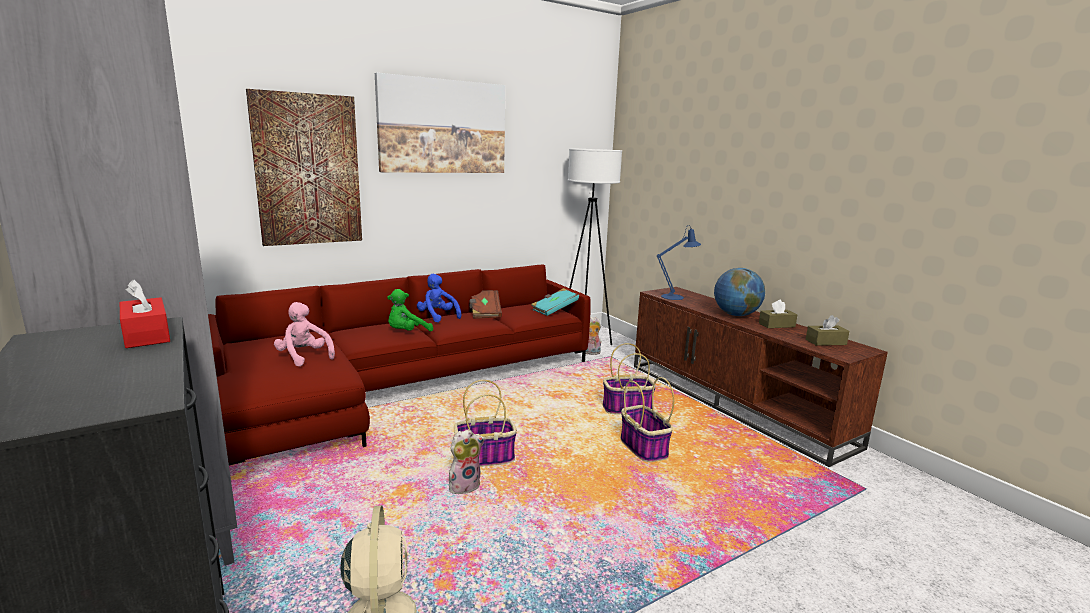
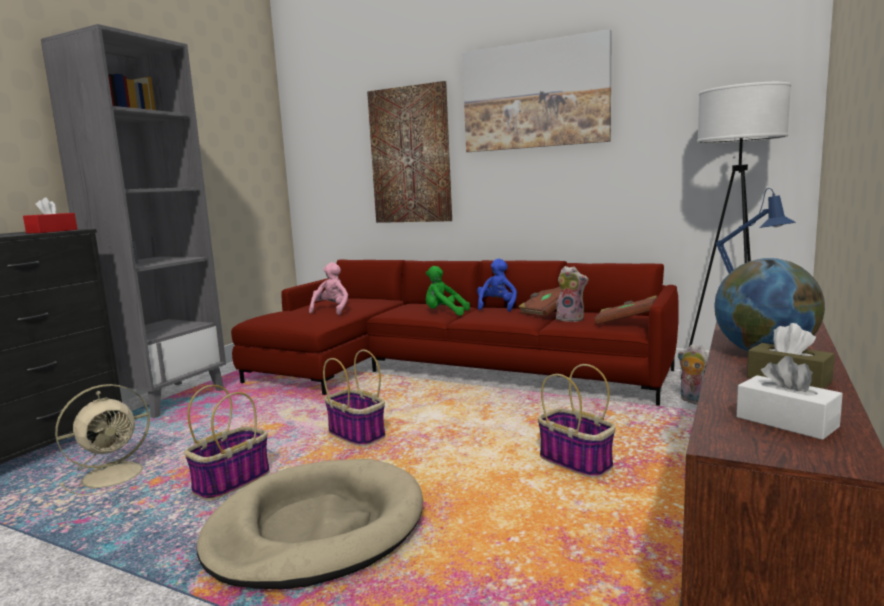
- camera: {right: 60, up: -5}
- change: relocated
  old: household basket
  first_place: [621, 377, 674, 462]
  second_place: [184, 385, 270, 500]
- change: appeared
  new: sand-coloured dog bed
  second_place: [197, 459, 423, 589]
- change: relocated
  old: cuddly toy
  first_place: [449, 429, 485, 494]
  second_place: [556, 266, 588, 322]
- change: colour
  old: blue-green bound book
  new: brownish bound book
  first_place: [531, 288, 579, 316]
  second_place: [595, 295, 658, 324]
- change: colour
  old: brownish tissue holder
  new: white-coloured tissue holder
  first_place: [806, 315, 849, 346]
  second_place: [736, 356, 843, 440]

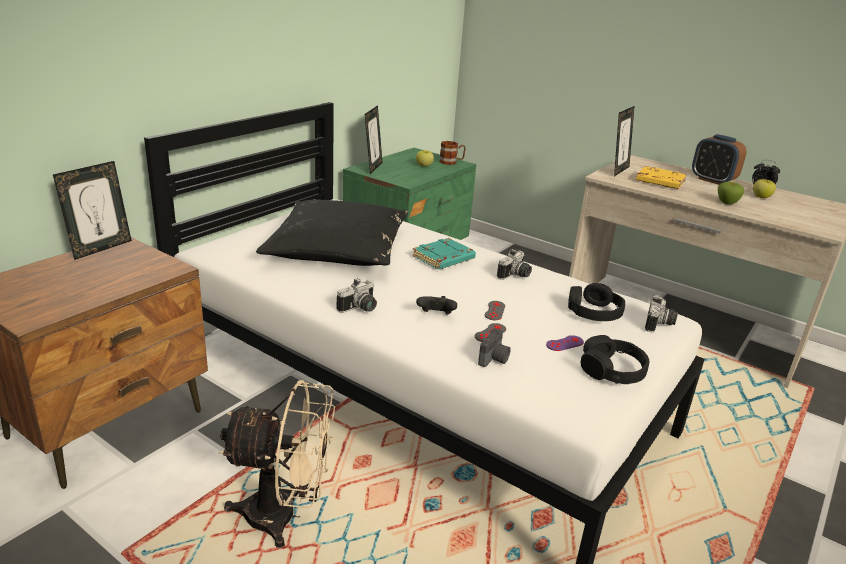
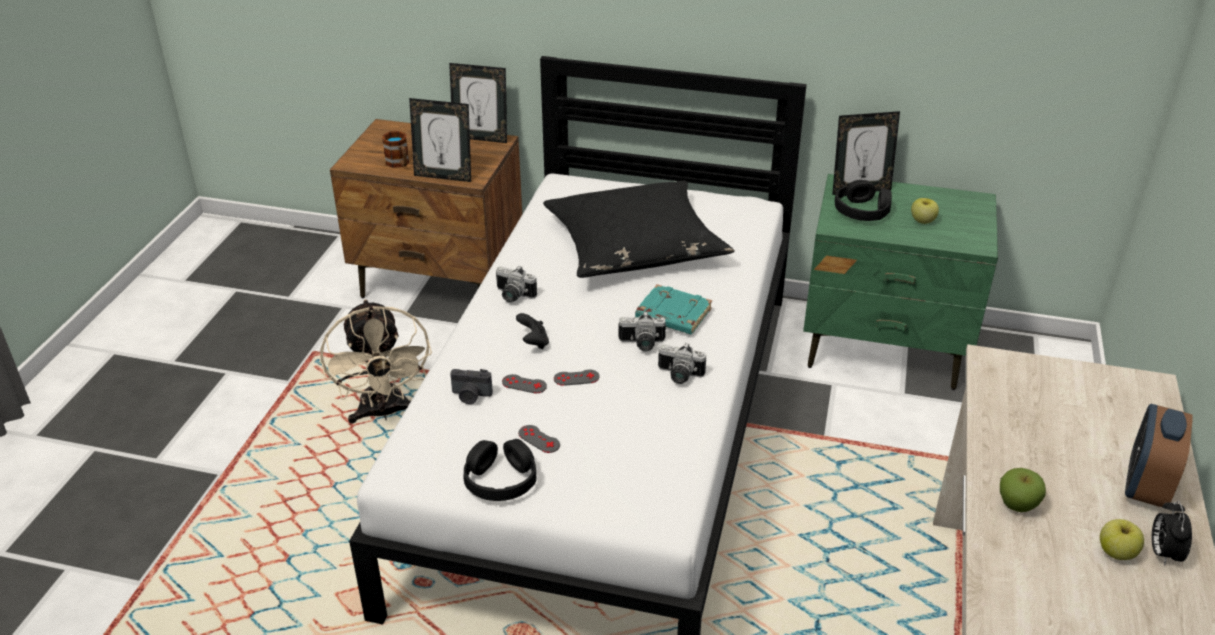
- camera: {right: 70, up: 10}
- change: relocated
  old: mug
  first_place: [440, 141, 466, 165]
  second_place: [382, 131, 409, 168]
- change: relocated
  old: photo frame
  first_place: [614, 106, 634, 176]
  second_place: [409, 98, 471, 182]
- change: colour
  old: purple game controller
  new: grey game controller
  first_place: [546, 335, 584, 351]
  second_place: [518, 425, 560, 453]
- change: relocated
  old: still camera
  first_place: [645, 295, 678, 332]
  second_place: [618, 311, 666, 352]
- change: relocated
  old: black-coloured headset
  first_place: [568, 283, 625, 321]
  second_place: [835, 180, 892, 221]
- change: missing
  old: yellow bound book
  first_place: [636, 166, 687, 189]

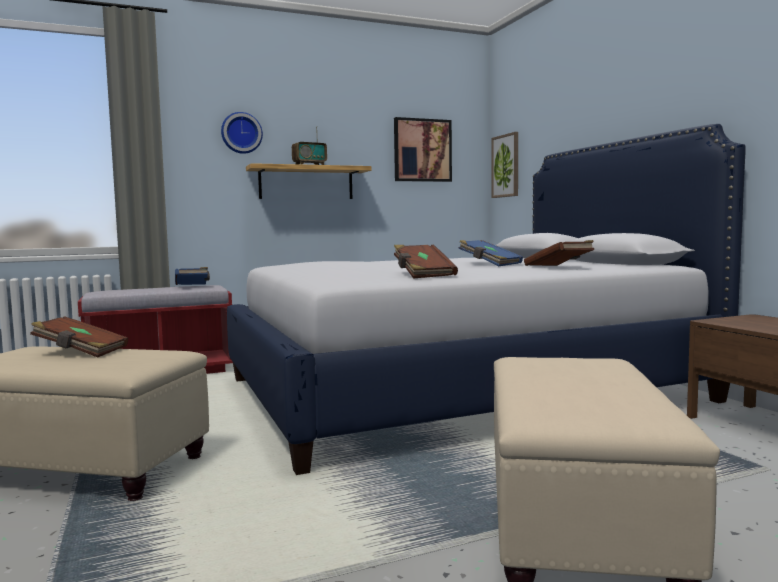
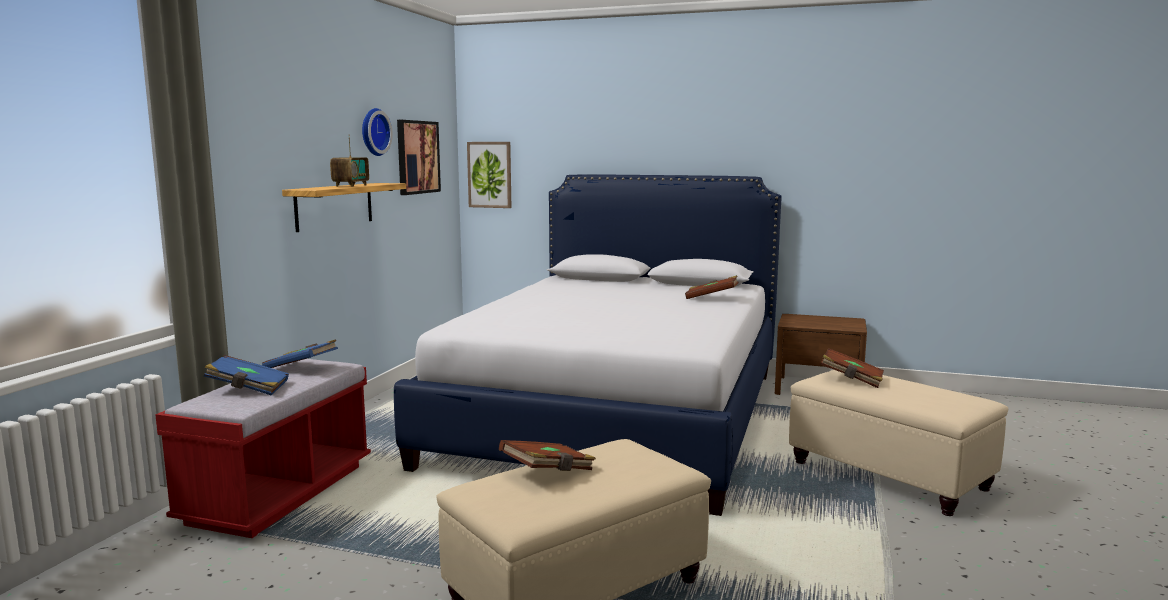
- camera: {right: -50, up: 5}
- change: relocated
  old: bluish bound book
  first_place: [458, 240, 523, 266]
  second_place: [204, 355, 289, 395]
- change: relocated
  old: hanging clock
  first_place: [221, 112, 263, 154]
  second_place: [362, 108, 393, 156]
- change: relocated
  old: brownish bound book
  first_place: [394, 245, 458, 279]
  second_place: [820, 348, 884, 388]

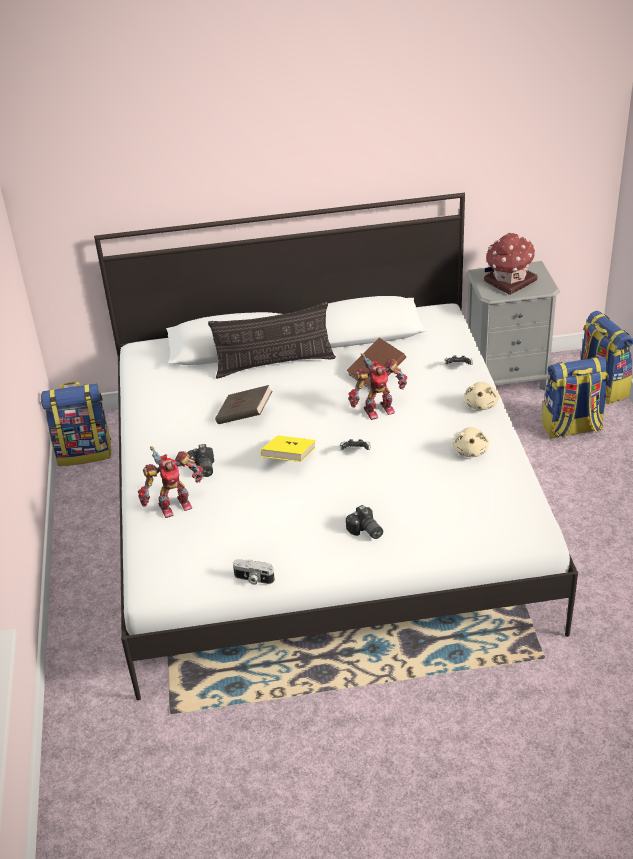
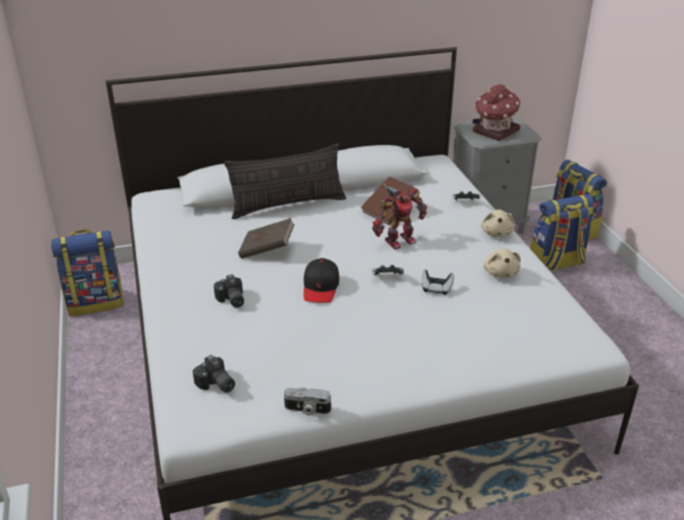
- camera: {right: -10, up: -5}
- change: relocated
  old: still camera
  first_place: [346, 505, 383, 539]
  second_place: [193, 355, 235, 393]
- change: exchanged
  old: yellow bound book
  new: black-coloured peaked cap
  first_place: [260, 435, 316, 462]
  second_place: [304, 258, 339, 303]
- change: appeared
  new: game controller
  second_place: [421, 270, 454, 295]
- change: missing
  old: robot figure
  first_place: [138, 446, 203, 518]

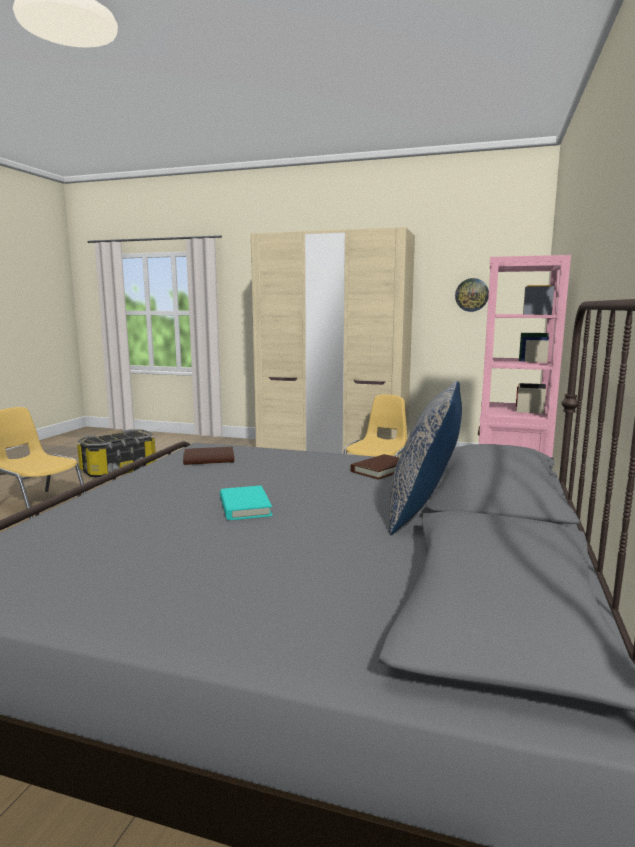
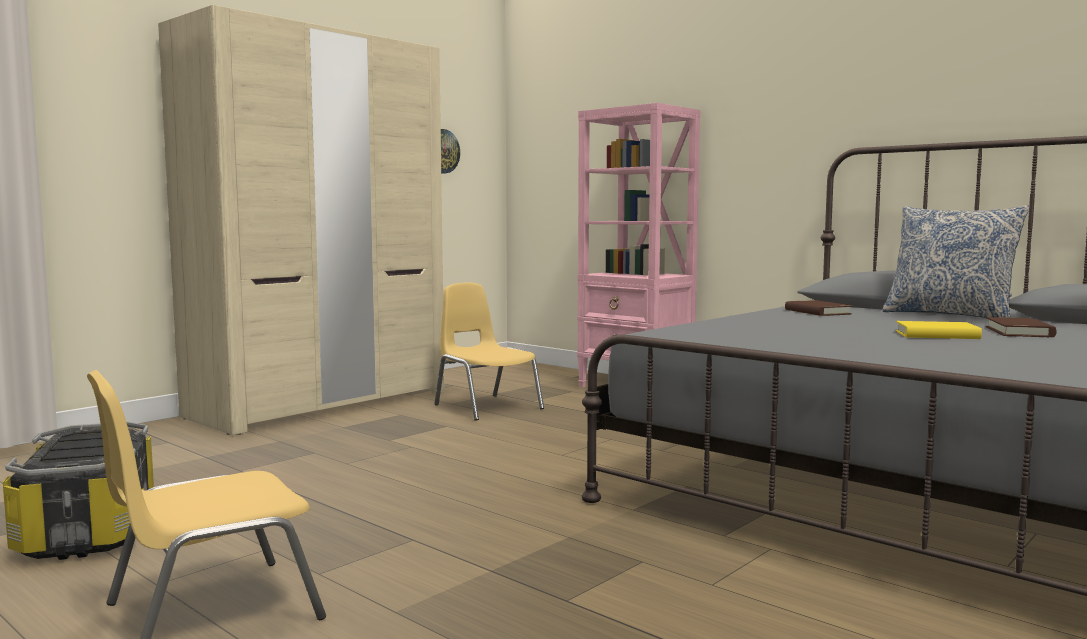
- camera: {right: -65, up: -5}
- change: colour
  old: blue-green bound book
  new: yellow bound book
  first_place: [220, 485, 272, 520]
  second_place: [896, 321, 982, 339]
- change: relocated
  old: brownish bound book
  first_place: [183, 447, 234, 465]
  second_place: [986, 317, 1057, 337]

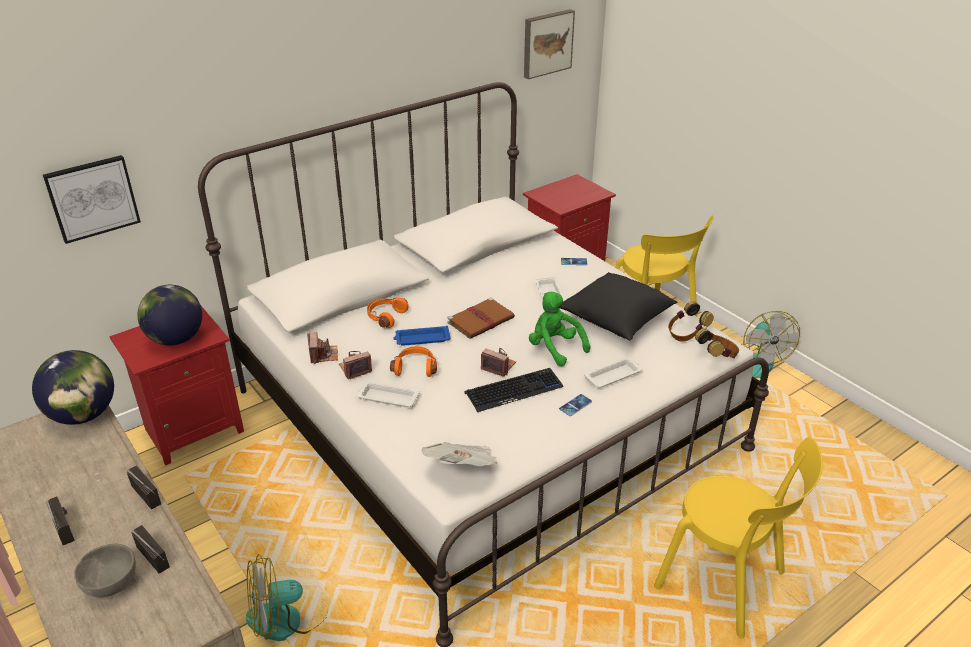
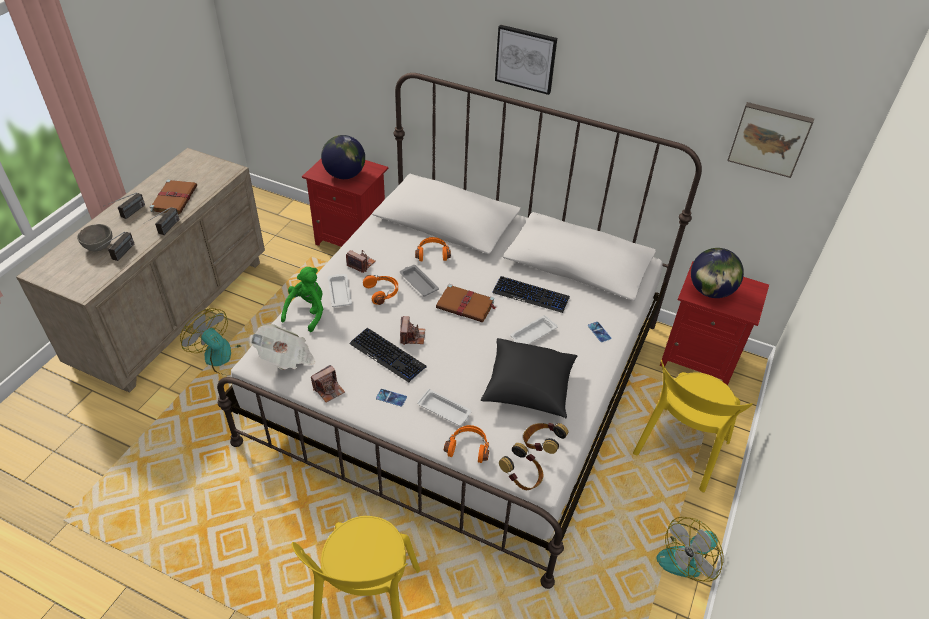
- camera: {right: 60, up: 10}
- change: appeared
  new: brownish bound book
  second_place: [150, 180, 197, 214]
- change: relocated
  old: green cuddly toy
  first_place: [529, 292, 590, 366]
  second_place: [281, 267, 323, 332]
- change: relocated
  old: still camera
  first_place: [307, 332, 338, 364]
  second_place: [311, 365, 345, 403]
- change: colour
  old: bluish carrying tray
  new: grey carrying tray
  first_place: [393, 326, 450, 346]
  second_place: [400, 265, 439, 297]
- change: appeared
  new: orangey headset
  second_place: [444, 425, 489, 463]
- change: appeared
  new: PC keyboard
  second_place: [492, 276, 570, 313]
- change: relocated
  old: wall art
  first_place: [43, 155, 141, 244]
  second_place: [495, 25, 557, 95]
- change: relocated
  old: world globe
  first_place: [32, 350, 114, 425]
  second_place: [691, 248, 744, 298]

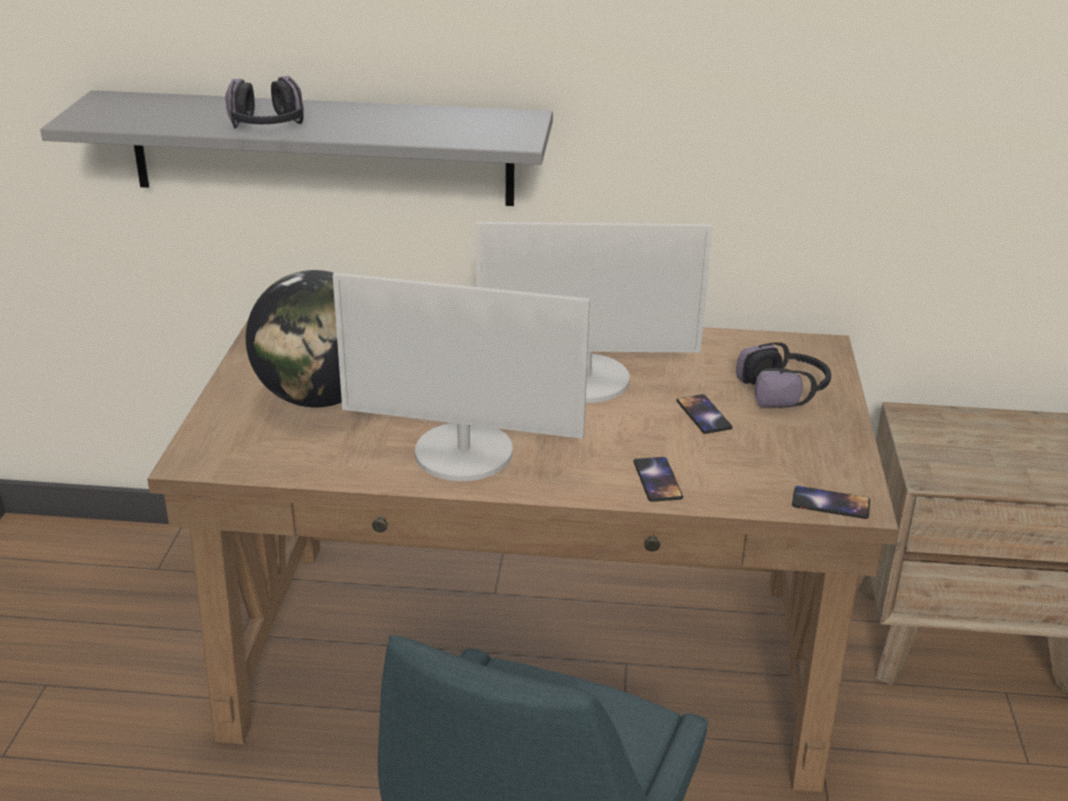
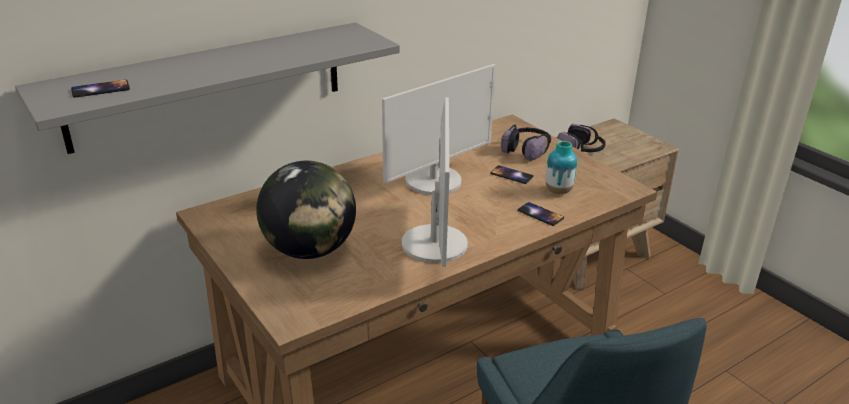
- camera: {right: -40, up: 0}
- change: relocated
  old: handset
  first_place: [792, 486, 870, 519]
  second_place: [71, 80, 130, 98]
- change: spun
  old: monitor
  first_place: [333, 273, 590, 481]
  second_place: [402, 97, 468, 267]
  degrees: -60
- change: appeared
  new: flower vase
  second_place: [546, 141, 577, 194]
- change: relocated
  old: headset
  first_place: [225, 76, 304, 129]
  second_place: [557, 124, 606, 152]

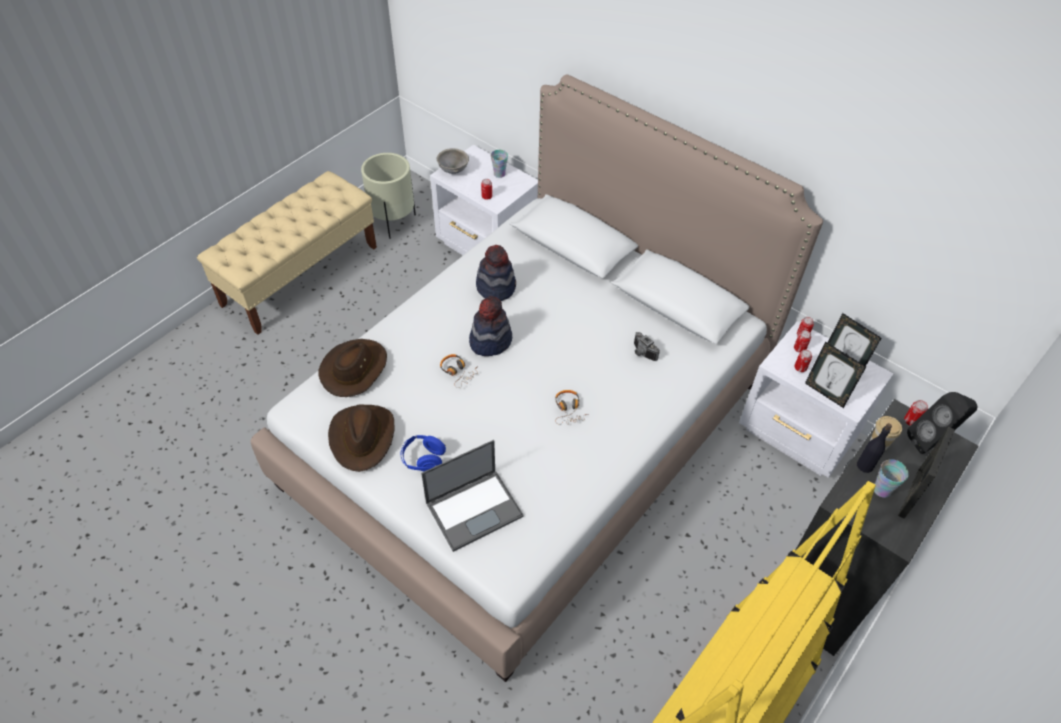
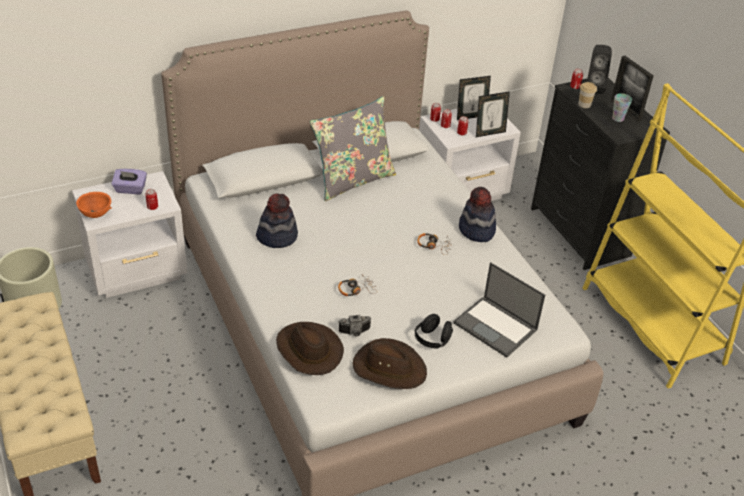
- camera: {right: -65, up: -10}
- change: colour
  old: grey deep dish
  new: orangey deep dish
  first_place: [437, 148, 469, 174]
  second_place: [76, 192, 112, 218]
- change: exchanged
  old: drinking cup
  new: purple tissue holder
  first_place: [491, 150, 508, 178]
  second_place: [112, 169, 147, 194]
- change: appeared
  new: grey throw pillow
  second_place: [310, 96, 396, 201]
- change: relocated
  old: still camera
  first_place: [634, 332, 660, 361]
  second_place: [338, 315, 371, 337]
- change: colour
  old: bluish headset
  new: black-coloured headset
  first_place: [401, 435, 446, 472]
  second_place: [414, 314, 453, 349]
- change: spun
  old: laptop
  first_place: [421, 440, 524, 552]
  second_place: [453, 262, 545, 358]
  degrees: 135
- change: relocated
  old: clothing hat
  first_place: [469, 296, 512, 356]
  second_place: [459, 187, 496, 242]
- change: missing
  old: black-coloured bottle
  first_place: [857, 423, 892, 473]

